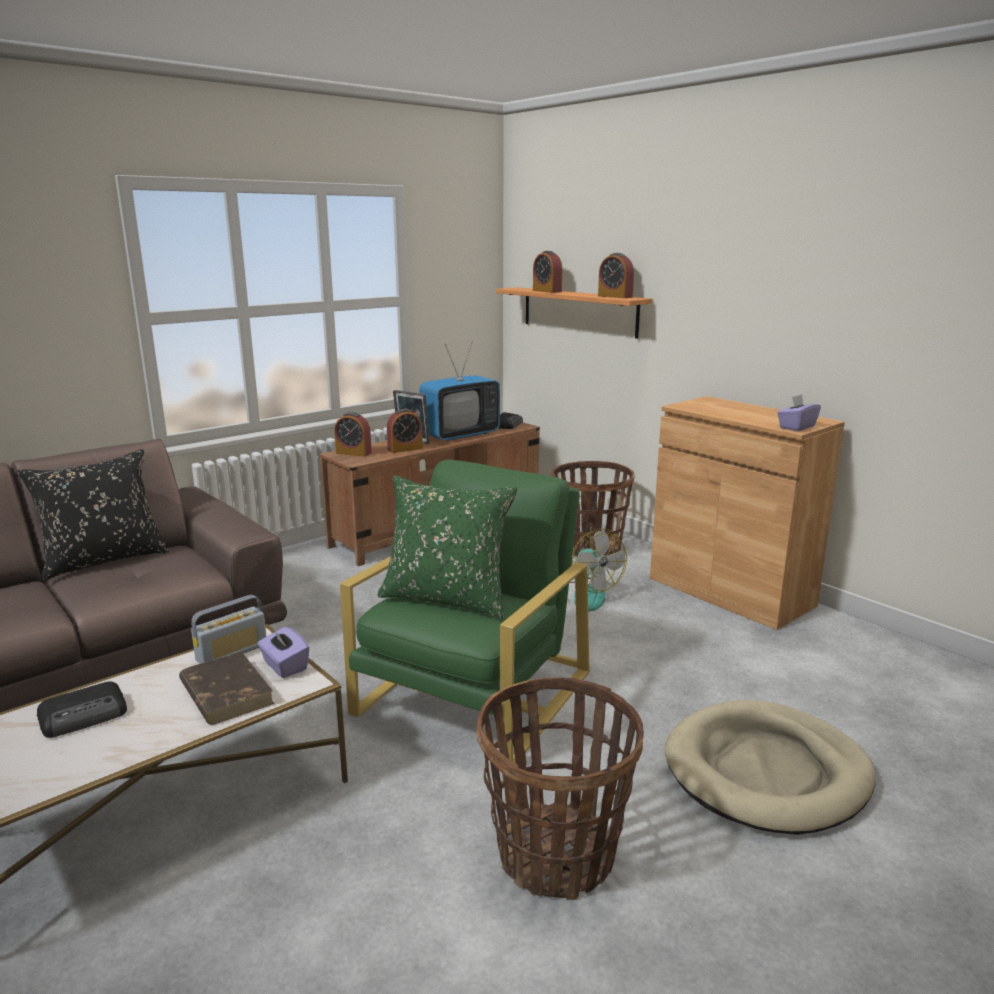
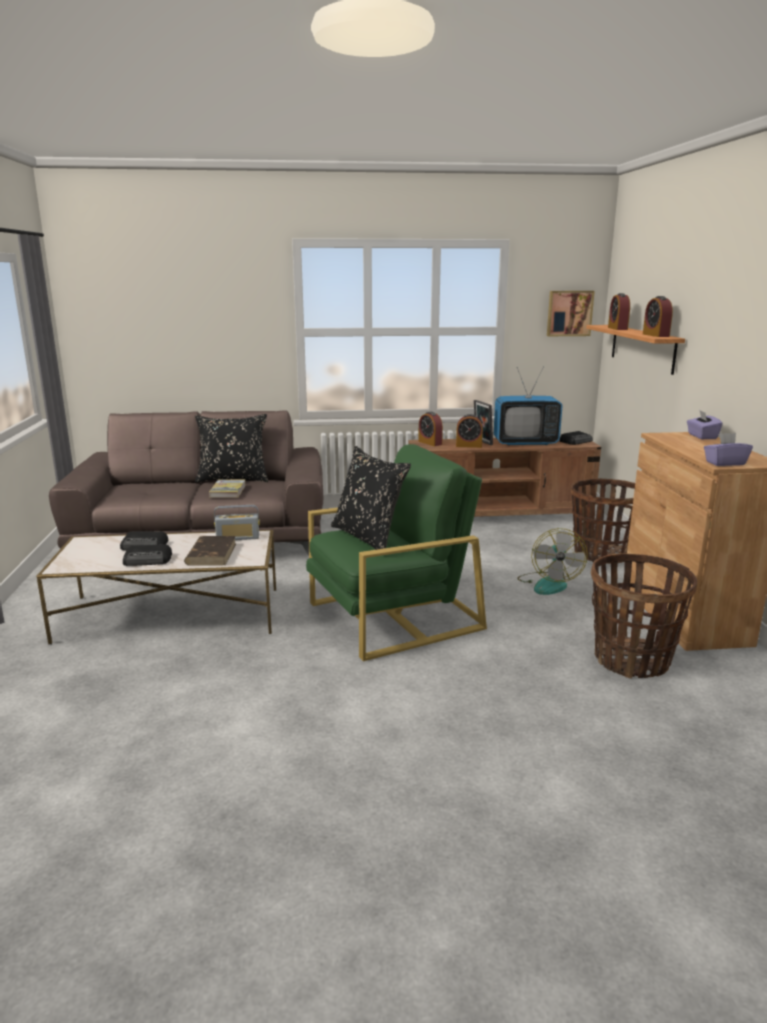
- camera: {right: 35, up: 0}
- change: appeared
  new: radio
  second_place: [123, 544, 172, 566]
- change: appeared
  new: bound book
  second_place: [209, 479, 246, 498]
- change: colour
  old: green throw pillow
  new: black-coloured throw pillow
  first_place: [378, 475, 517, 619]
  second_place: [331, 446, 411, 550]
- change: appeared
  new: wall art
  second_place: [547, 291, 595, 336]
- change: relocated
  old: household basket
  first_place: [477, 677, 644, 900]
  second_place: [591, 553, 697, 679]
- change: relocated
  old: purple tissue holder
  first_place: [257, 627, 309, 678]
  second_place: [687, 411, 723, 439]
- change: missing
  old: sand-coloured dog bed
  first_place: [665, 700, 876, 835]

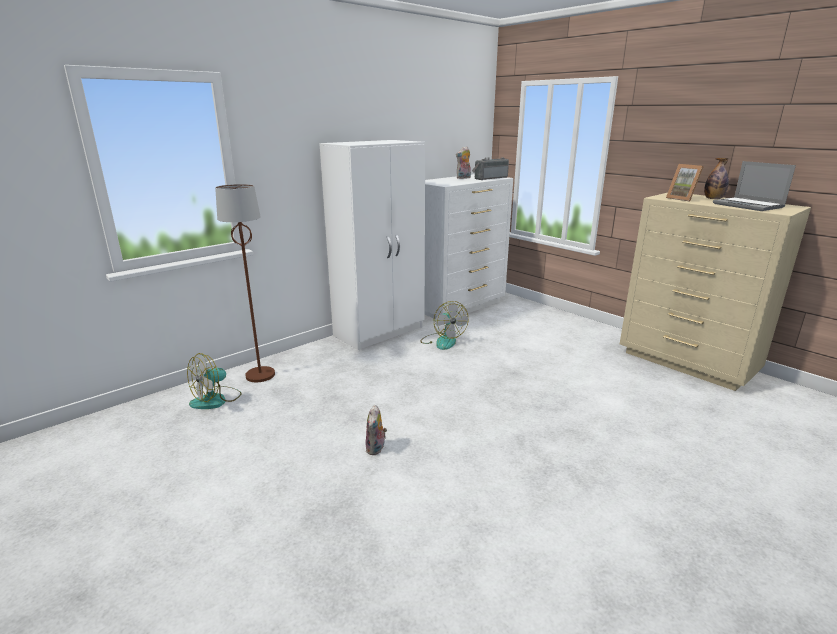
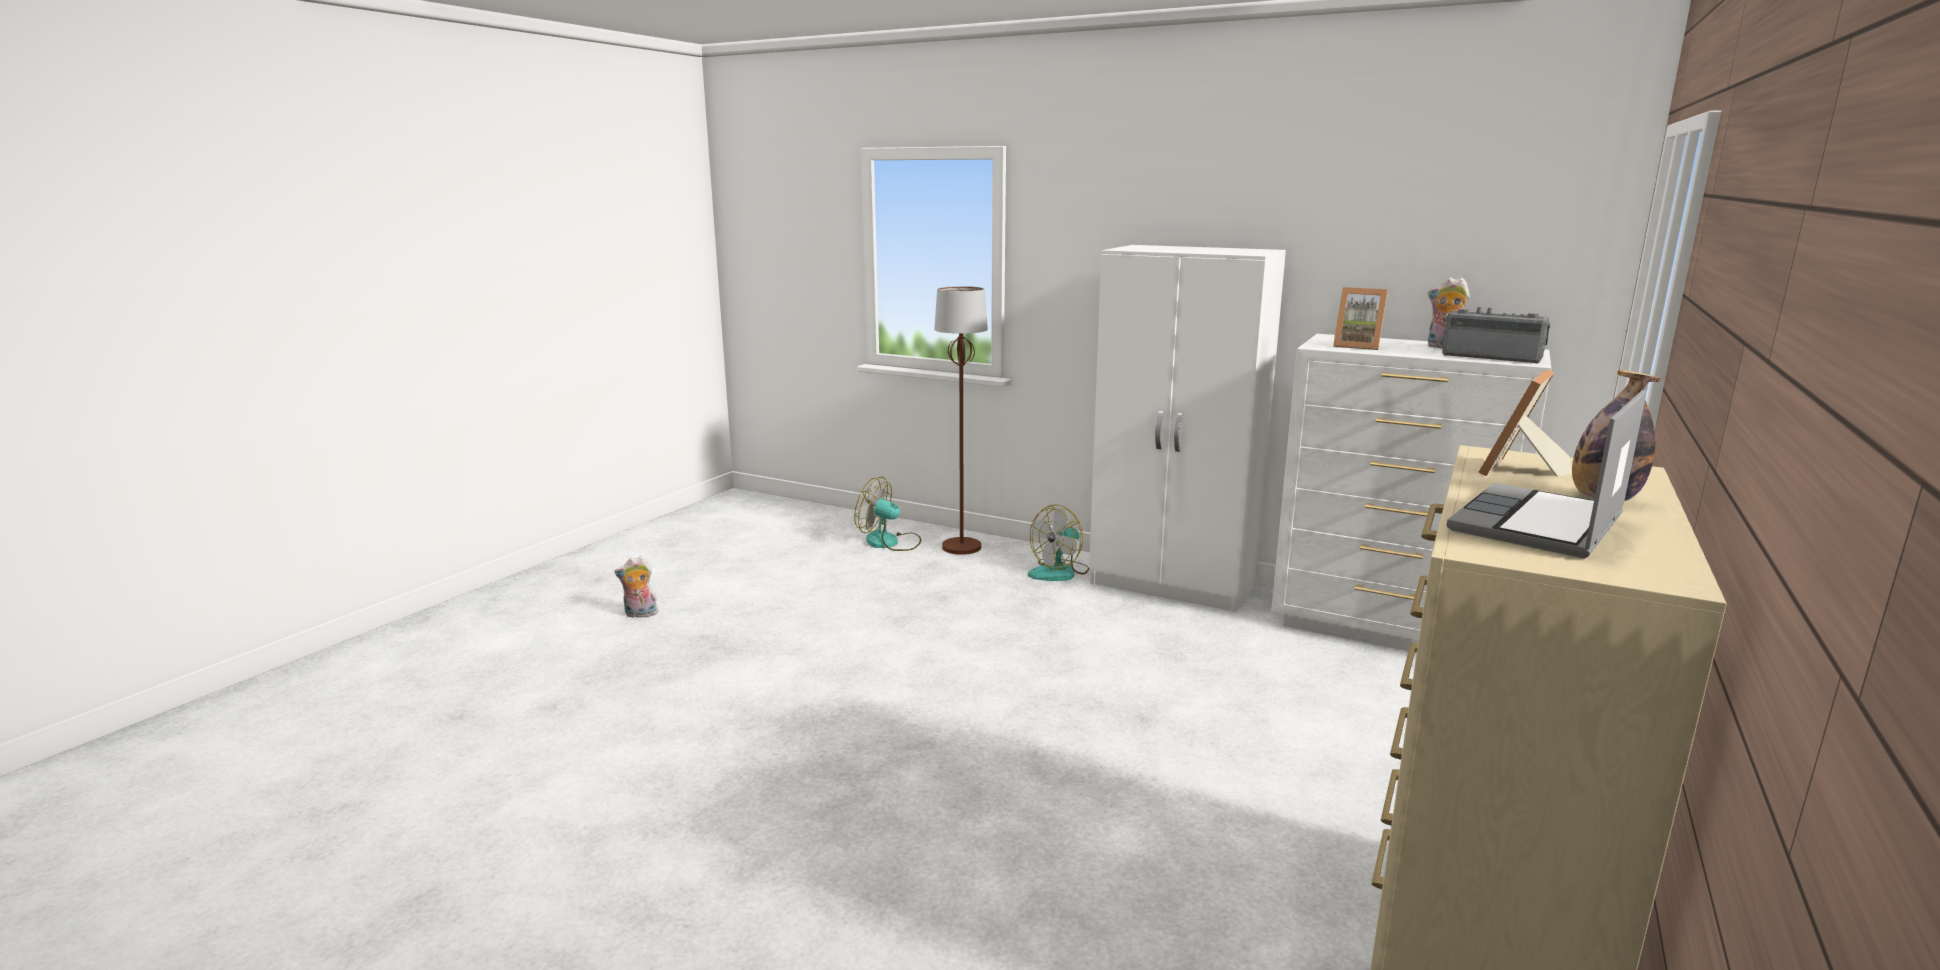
- camera: {right: 70, up: -5}
- change: relocated
  old: cuddly toy
  first_place: [366, 405, 387, 455]
  second_place: [615, 556, 658, 618]
- change: relocated
  old: fan
  first_place: [420, 301, 468, 350]
  second_place: [1028, 505, 1089, 581]
- change: appeared
  new: photo frame
  second_place: [1333, 287, 1388, 350]

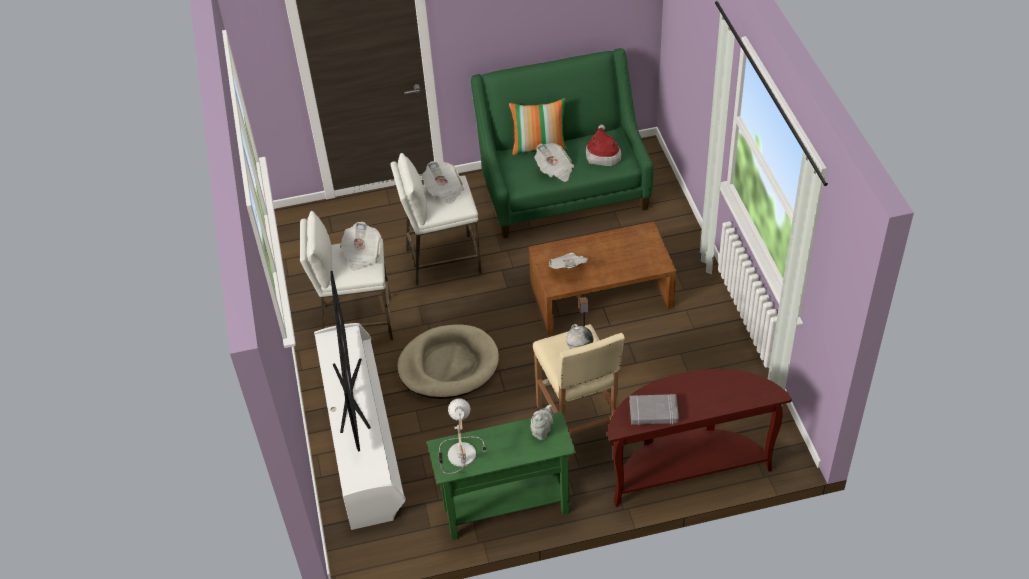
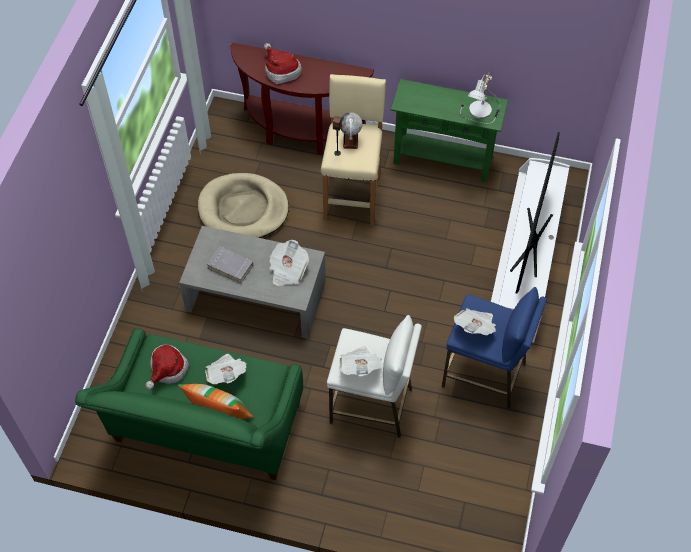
- camera: {right: -155, up: 10}
- change: colour
  old: brownish coffee table
  new: grey coffee table
  first_place: [529, 222, 676, 335]
  second_place: [179, 226, 326, 338]
- change: relocated
  old: sand-coloured dog bed
  first_place: [397, 324, 499, 399]
  second_place: [198, 173, 289, 238]
- change: relocated
  old: grey bound book
  first_place: [629, 394, 679, 425]
  second_place: [207, 246, 253, 283]
- change: appeared
  new: clothing hat
  second_place: [264, 43, 302, 84]
- change: colour
  old: white-coloured sitting stool
  new: bluish sitting stool
  first_place: [300, 211, 393, 340]
  second_place: [442, 287, 547, 409]
- change: missing
  old: grey tea pot
  first_place: [531, 404, 554, 440]

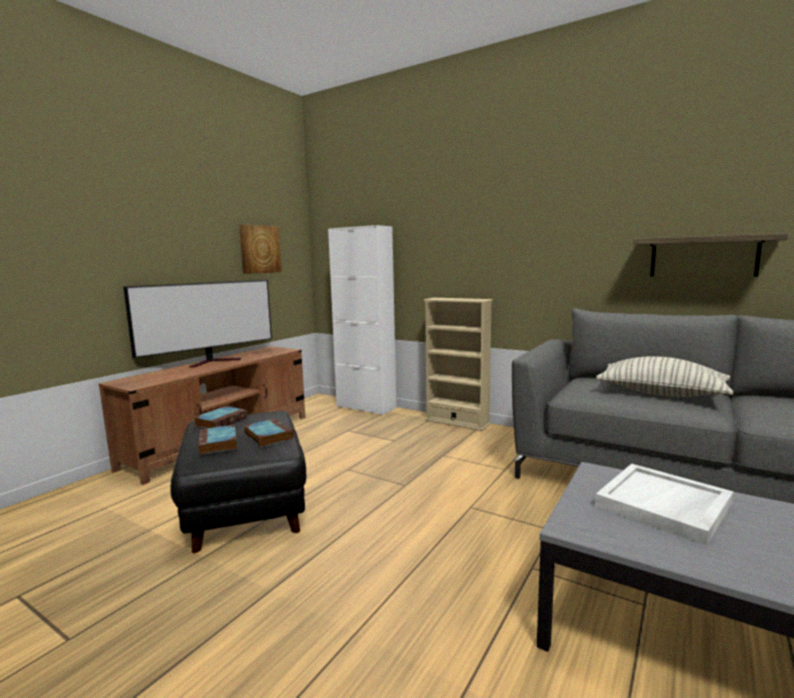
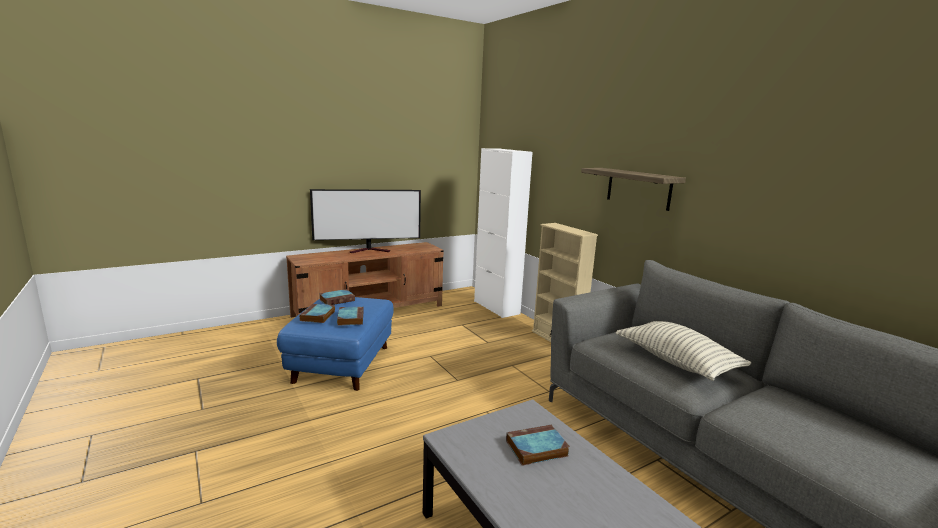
- camera: {right: 25, up: 5}
- change: colour
  old: black-coloured ottoman
  new: bluish ottoman
  first_place: [170, 411, 306, 553]
  second_place: [277, 297, 394, 391]
- change: exchanged
  old: white-coloured carrying tray
  new: bound book
  first_place: [595, 464, 733, 546]
  second_place: [506, 425, 570, 466]
- change: relocated
  old: shelf
  first_place: [633, 233, 788, 276]
  second_place: [581, 168, 686, 211]
- change: missing
  old: wall art
  first_place: [239, 224, 282, 274]

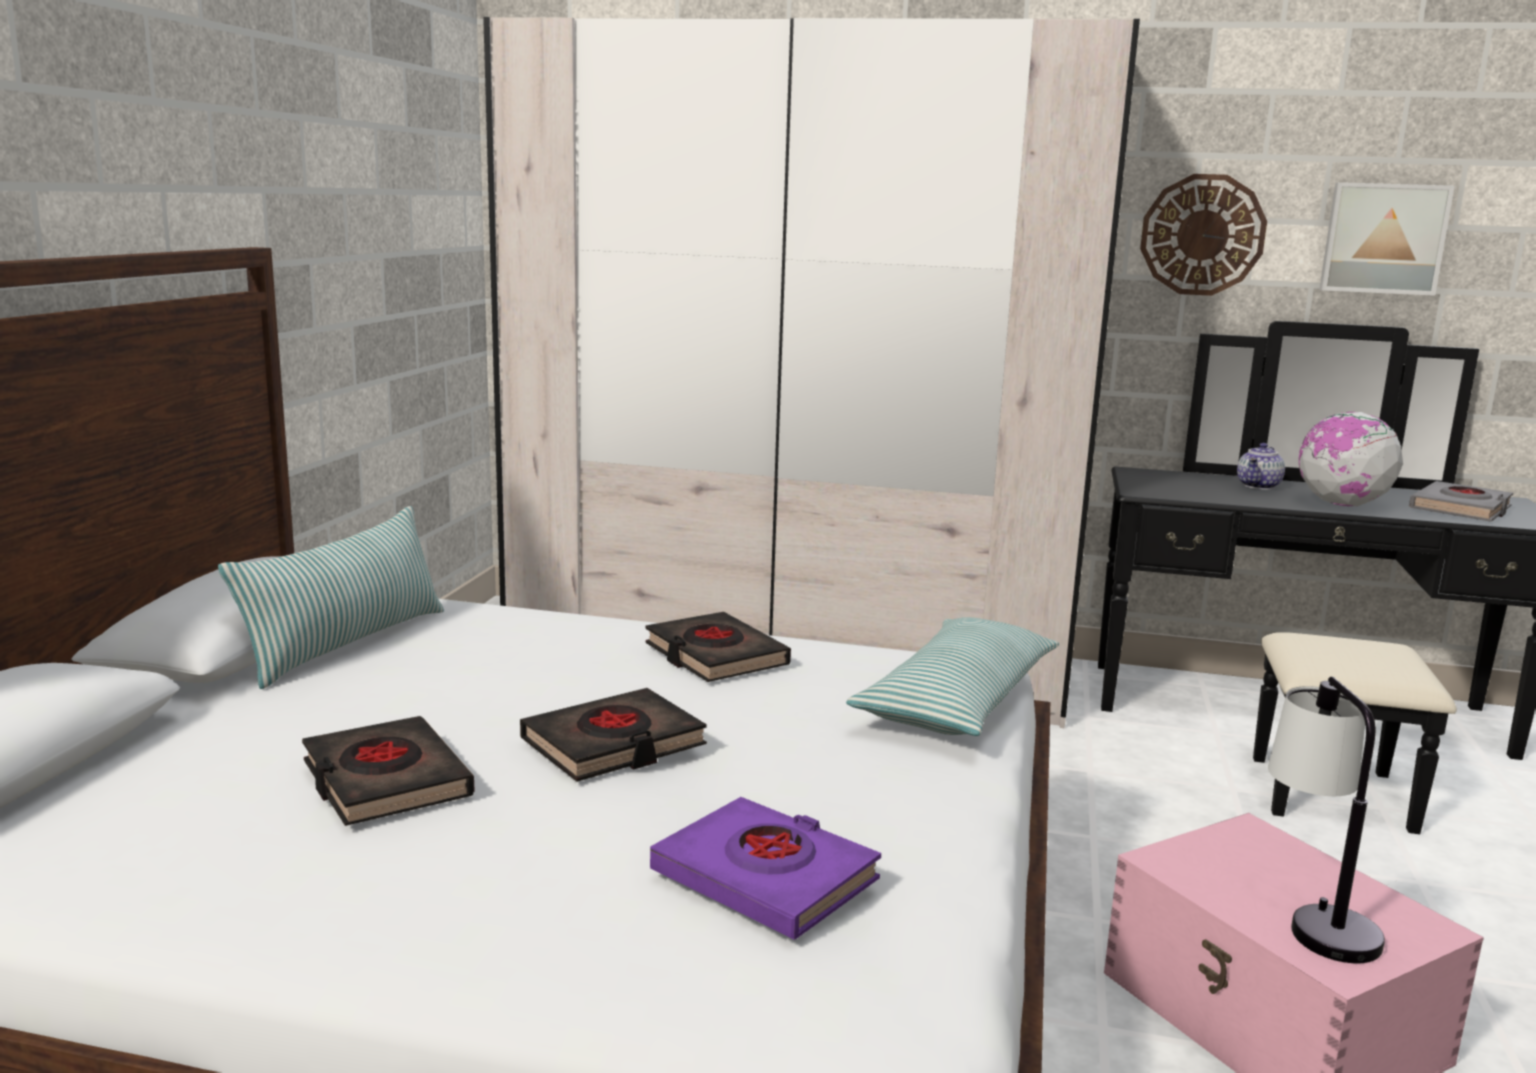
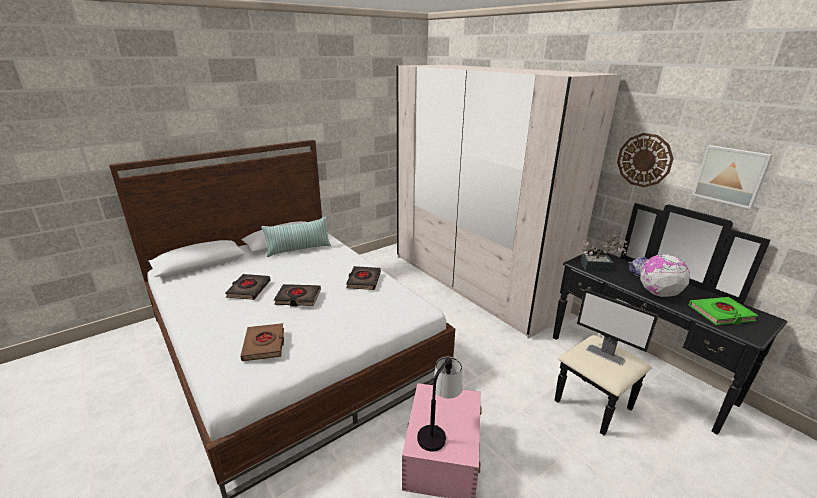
- camera: {right: 40, up: 10}
- change: colour
  old: purple bound book
  new: brownish bound book
  first_place: [650, 797, 881, 940]
  second_place: [240, 323, 284, 361]
- change: appeared
  new: monitor
  second_place: [577, 289, 659, 365]
- change: appeared
  new: potted plant
  second_place: [578, 234, 628, 271]
- change: colour
  old: grey bound book
  new: green bound book
  first_place: [1409, 481, 1513, 522]
  second_place: [689, 297, 759, 325]
- change: missing
  old: throw pillow
  first_place: [846, 617, 1059, 736]

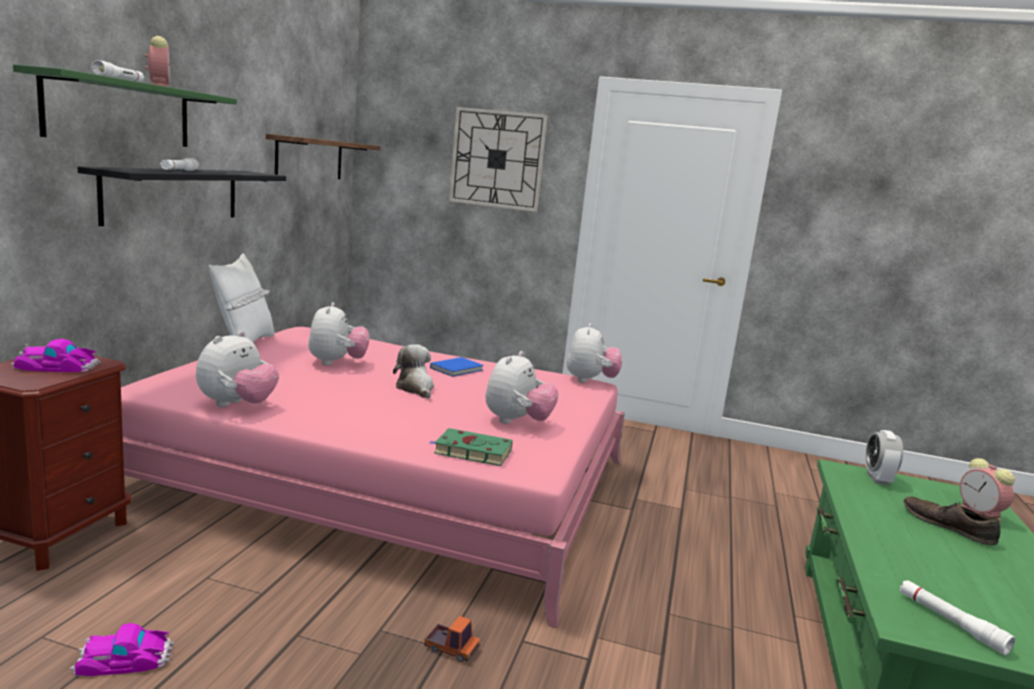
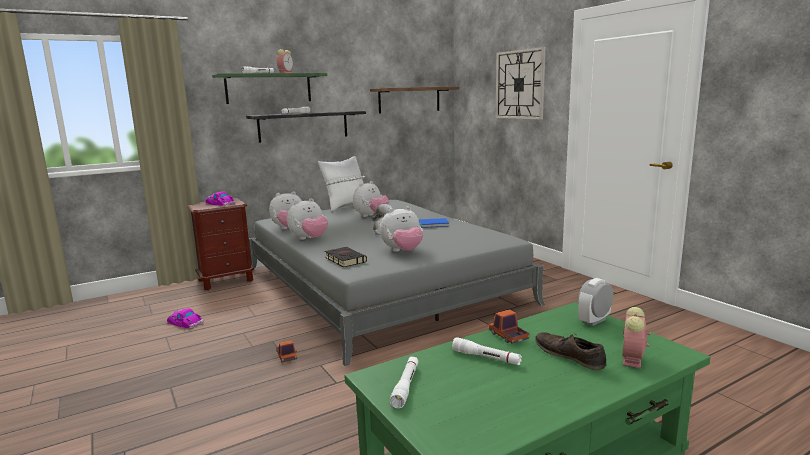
- camera: {right: 45, up: 0}
- change: colour
  old: pinkish sleeping bed
  new: grey sleeping bed
  first_place: [121, 327, 625, 628]
  second_place: [249, 200, 545, 366]
- change: relocated
  old: cuddly toy
  first_place: [566, 323, 622, 383]
  second_place: [287, 198, 328, 240]
- change: colour
  old: green bound book
  new: black-coloured bound book
  first_place: [430, 428, 513, 466]
  second_place: [325, 247, 367, 267]
- change: appeared
  new: white-coloured hand torch
  second_place: [452, 337, 522, 365]
- change: appeared
  new: toy truck
  second_place: [489, 309, 529, 344]
- change: spun
  old: brownish shoe
  first_place: [903, 496, 1000, 545]
  second_place: [535, 332, 606, 370]
  degrees: -45

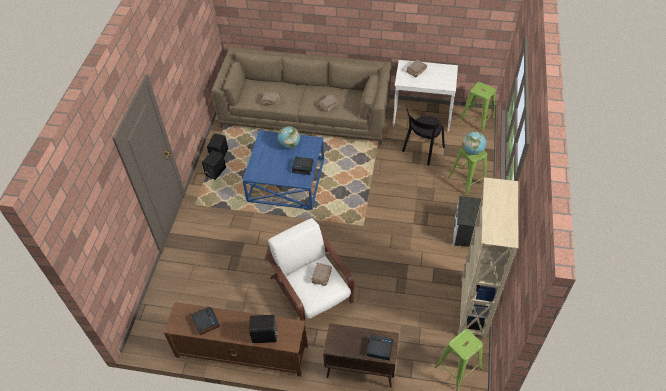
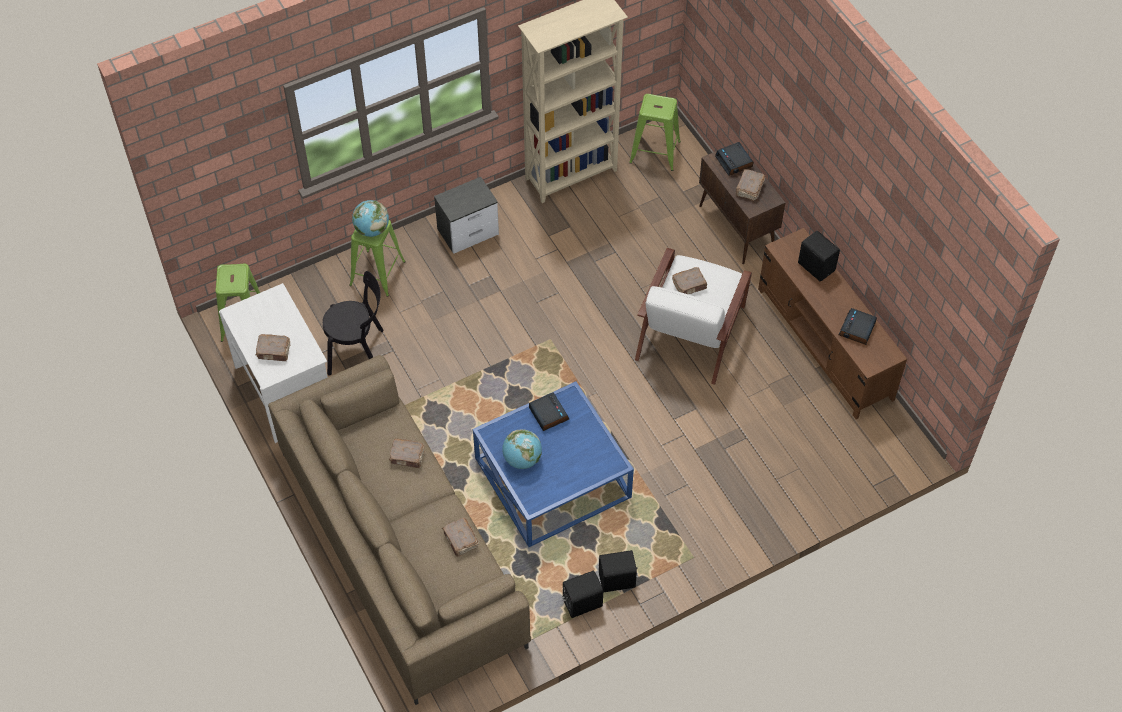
- camera: {right: -130, up: 5}
- change: appeared
  new: brownish bound book
  second_place: [735, 169, 765, 201]

